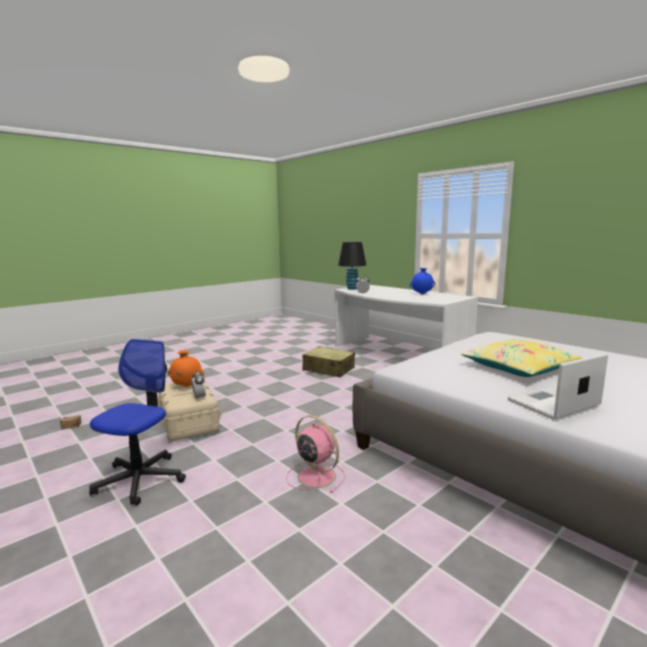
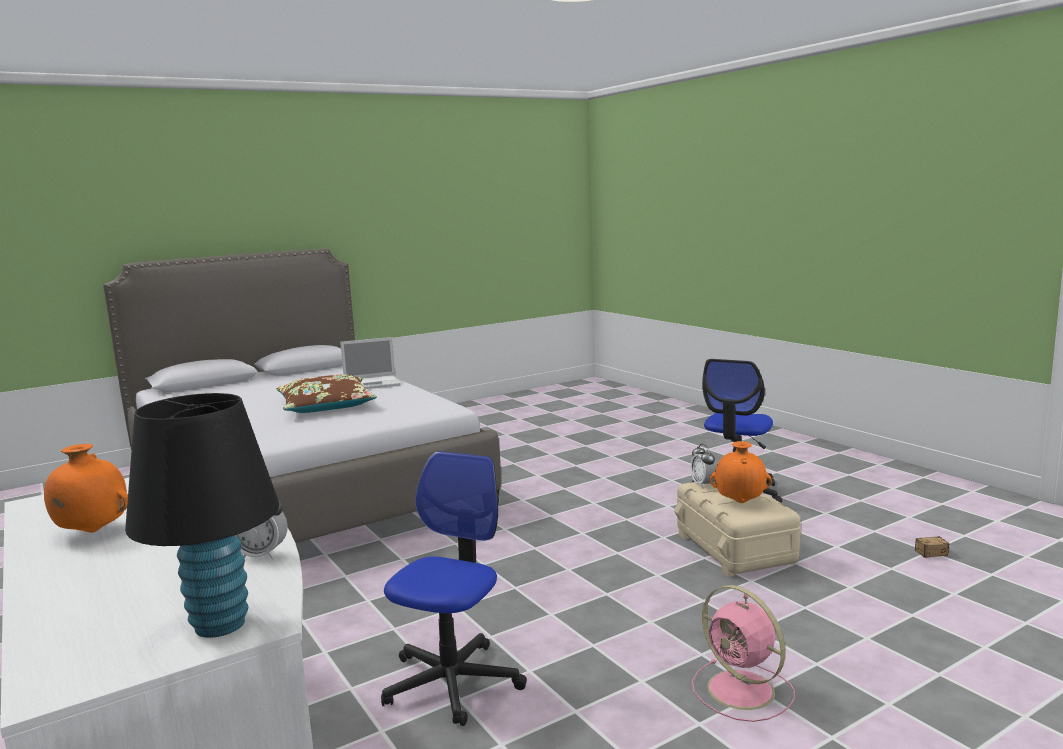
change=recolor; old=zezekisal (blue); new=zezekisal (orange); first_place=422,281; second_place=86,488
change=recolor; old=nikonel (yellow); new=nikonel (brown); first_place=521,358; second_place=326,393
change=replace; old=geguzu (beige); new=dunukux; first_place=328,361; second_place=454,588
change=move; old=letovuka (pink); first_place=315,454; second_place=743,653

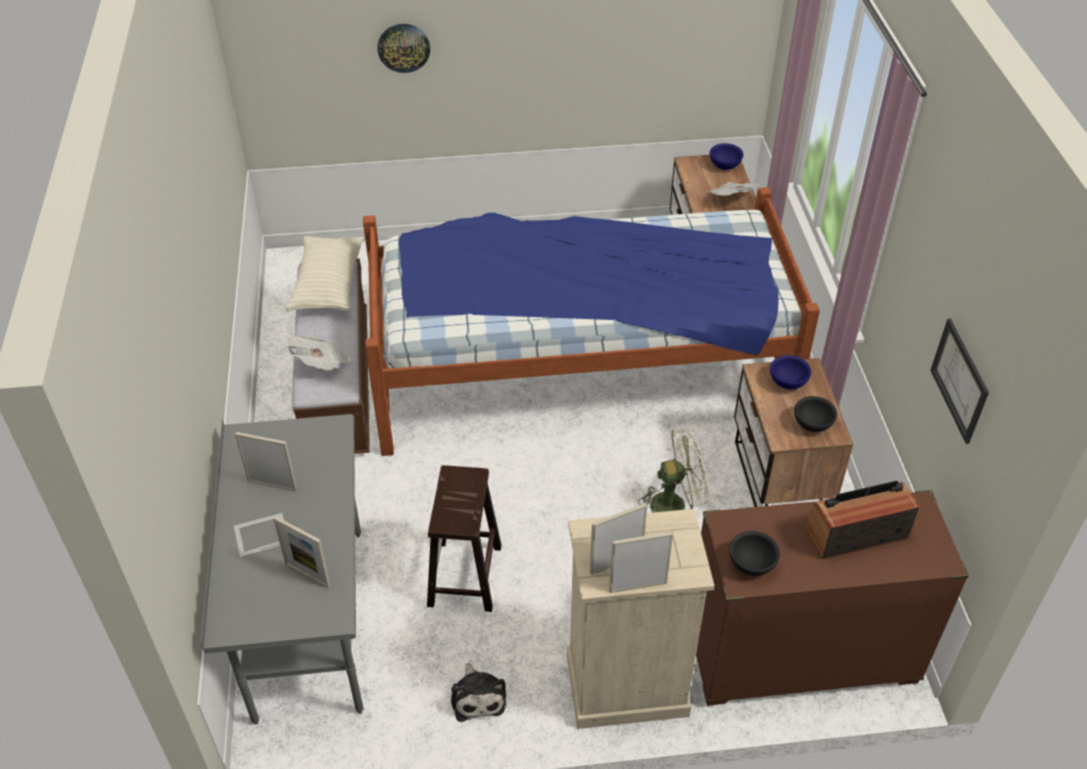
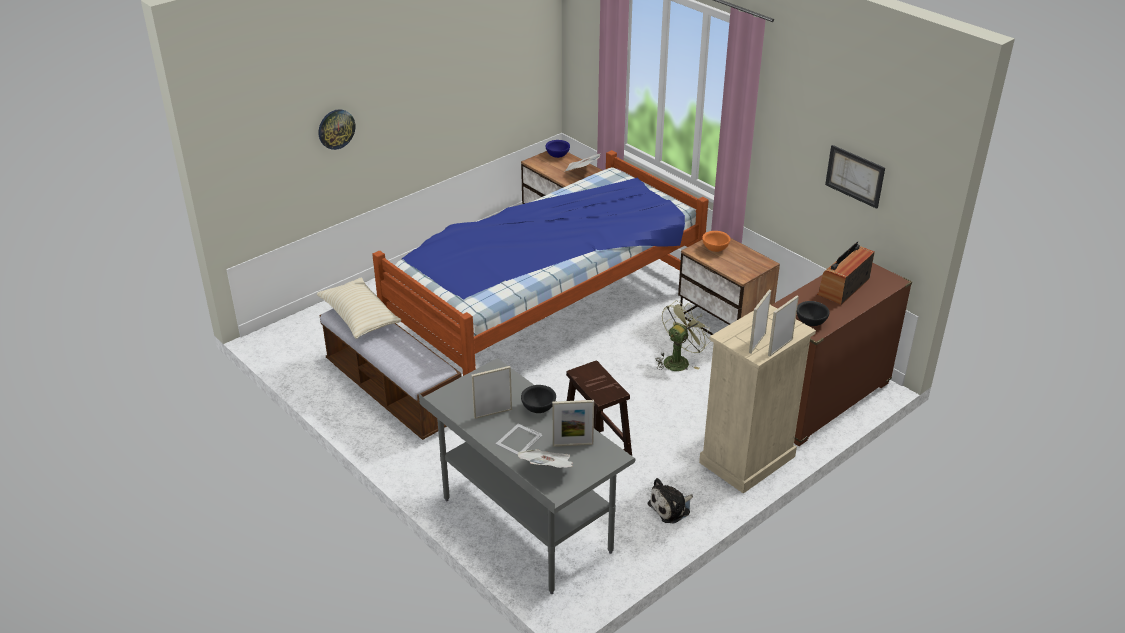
change=move; old=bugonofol; first_place=318,353; second_place=545,458
change=recolor; old=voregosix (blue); new=voregosix (orange); first_place=790,372; second_place=716,241
change=move; old=voregosix (black); first_place=815,414; second_place=538,399
change=rotate; old=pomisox; first_place=478,692; second_place=670,501; degrees=105

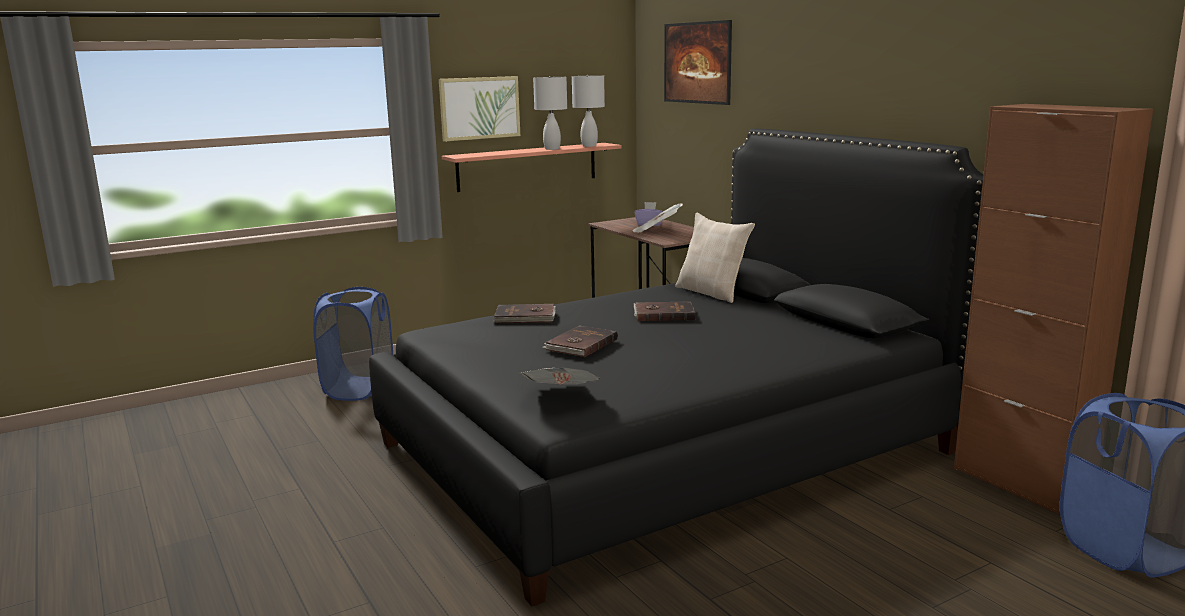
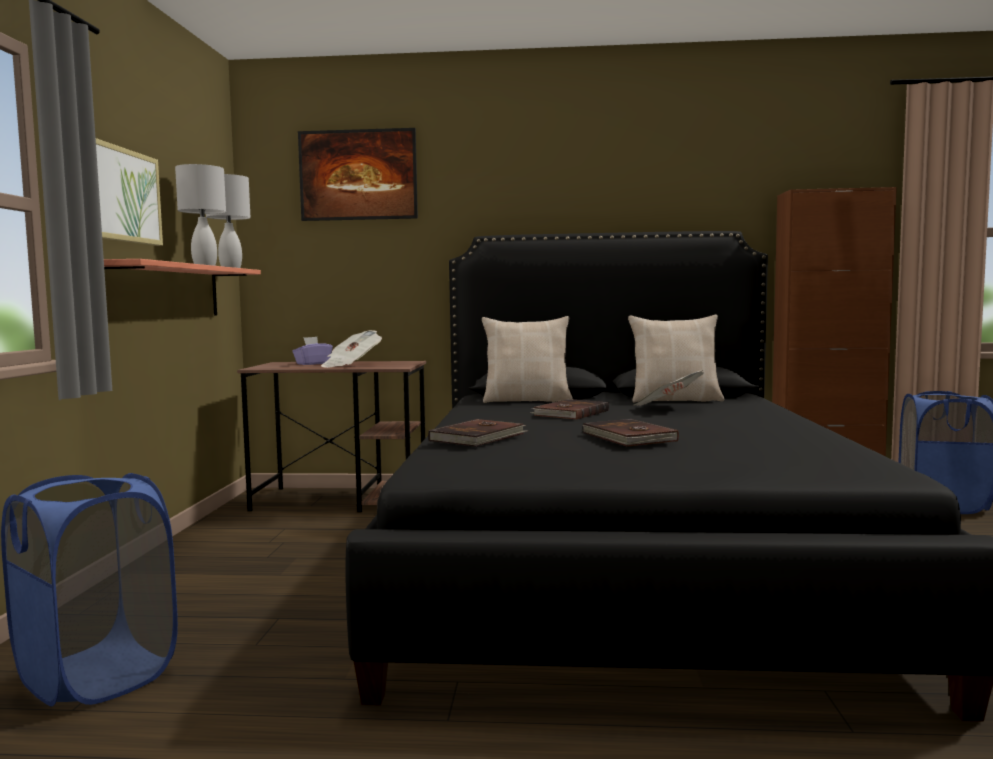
change=move; old=bugonofol; first_place=560,376; second_place=669,388
change=insert; new=nikonel (beige); second_place=676,358

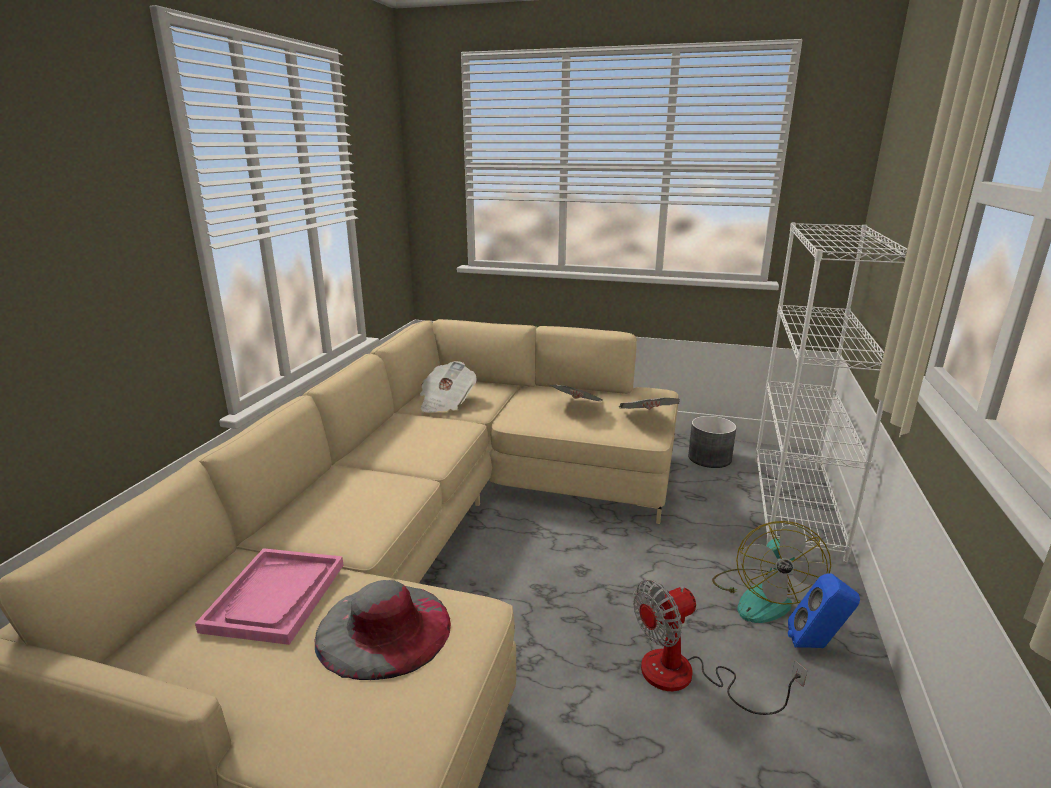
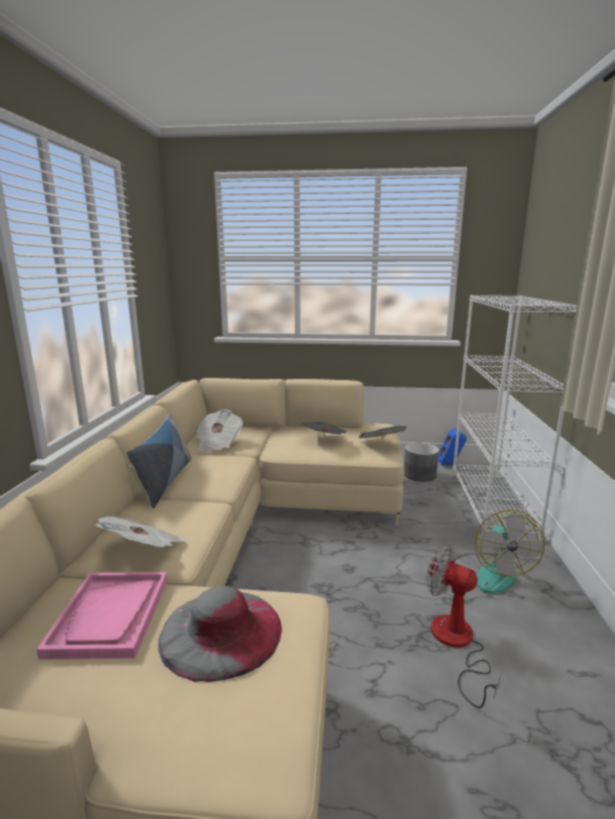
change=move; old=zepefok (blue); first_place=824,610; second_place=452,447
change=rotate; old=letovuka; first_place=720,647; second_place=463,626; degrees=75
change=insert; new=nikonel; second_place=159,461
change=insert; new=bugonofol; second_place=140,532

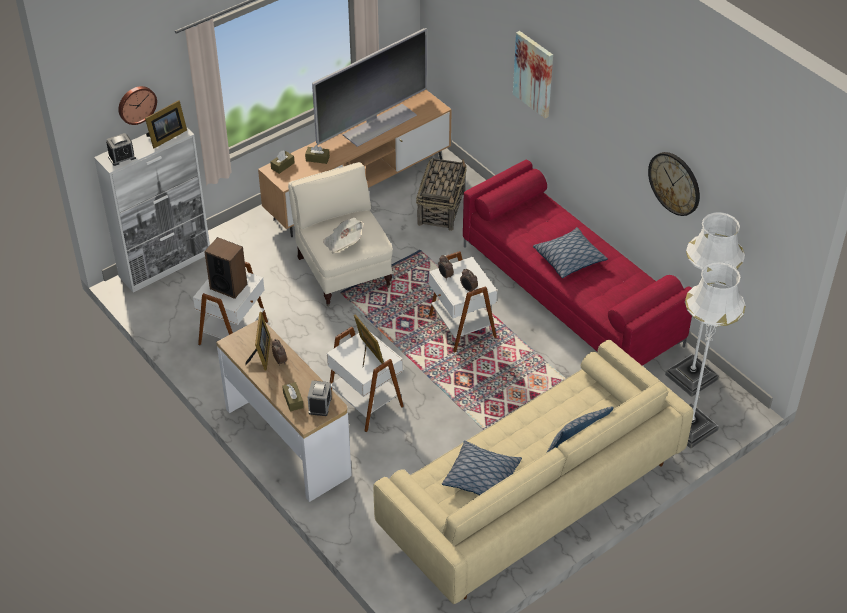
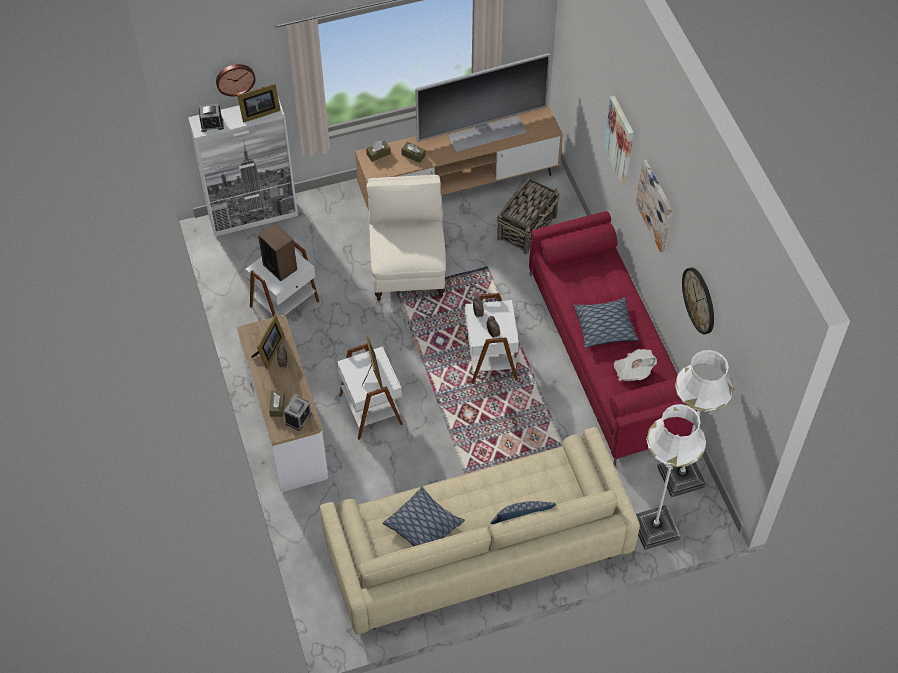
change=move; old=bugonofol; first_place=343,235; second_place=635,365
change=insert; new=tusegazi; second_place=654,206

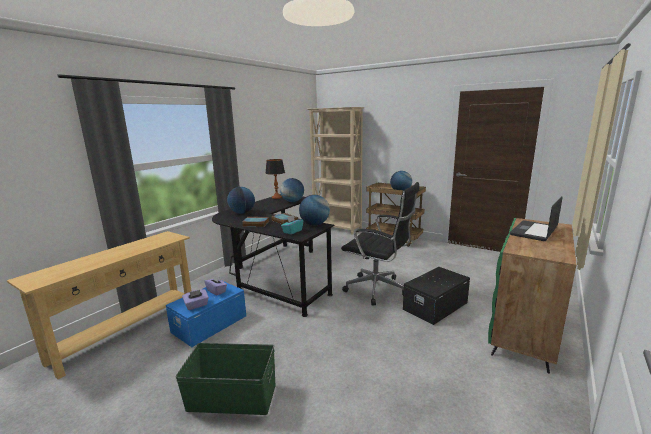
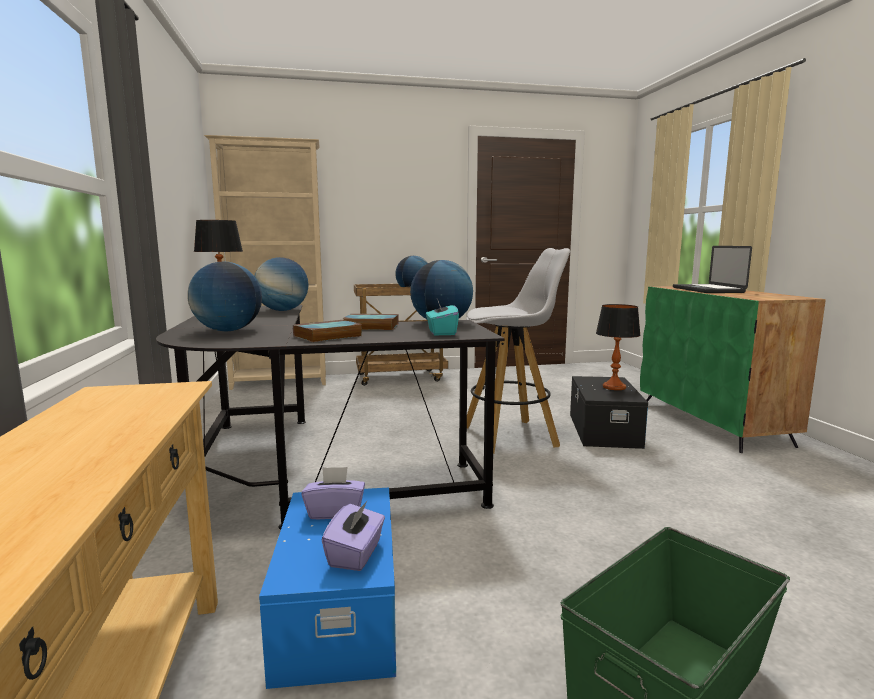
change=replace; old=dunukux (black); new=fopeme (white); first_place=380,244; second_place=518,351
change=insert; new=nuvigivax; second_place=618,347

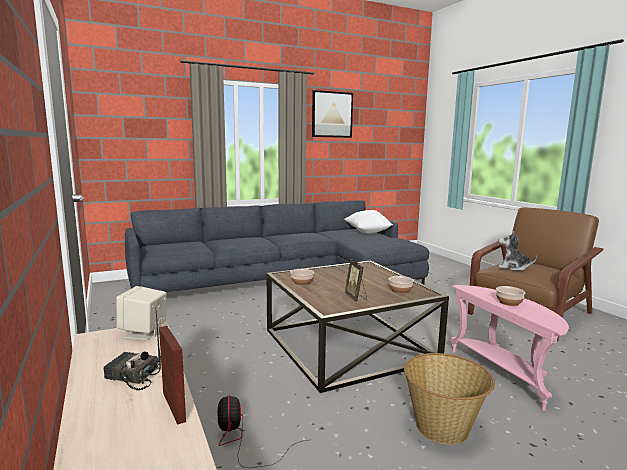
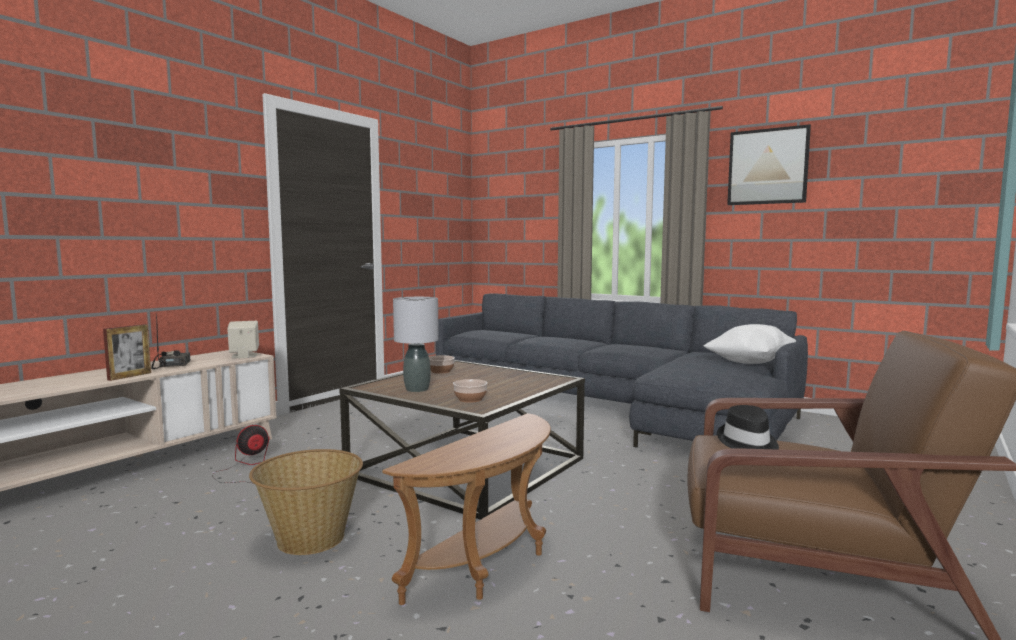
change=replace; old=pomisox; new=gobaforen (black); first_place=517,251; second_place=748,427
change=replace; old=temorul; new=nuvigivax (grey); first_place=356,280; second_place=416,344
change=recolor; old=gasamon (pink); new=gasamon (brown); first_place=509,348; second_place=466,509
change=delete; old=voregosix; first_place=510,296

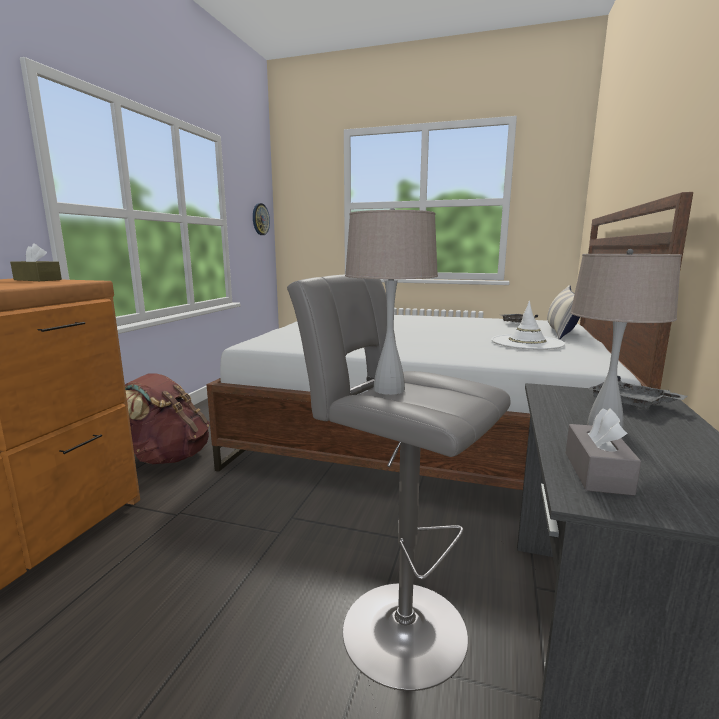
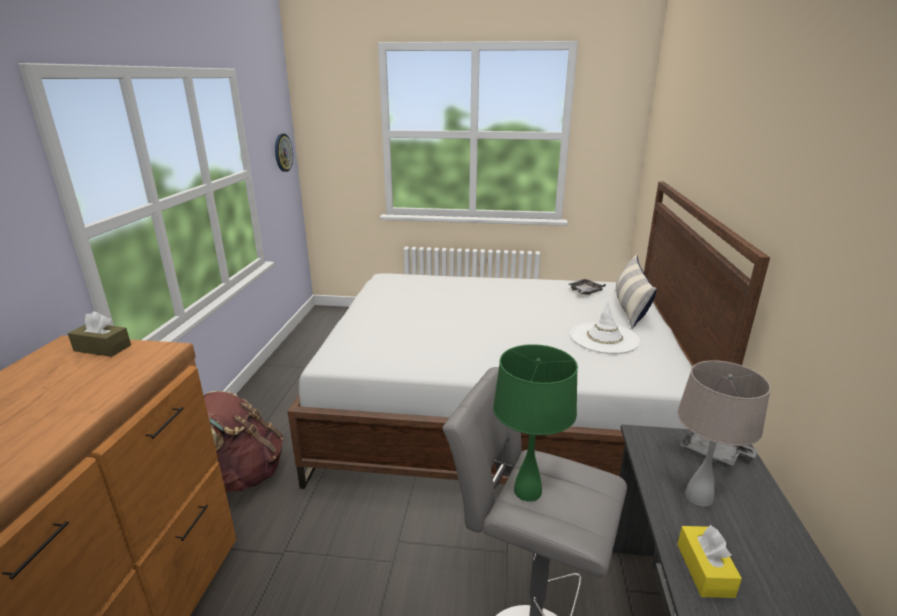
change=recolor; old=nuvigivax (beige); new=nuvigivax (green); first_place=391,301; second_place=535,423
change=recolor; old=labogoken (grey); new=labogoken (yellow); first_place=603,452; second_place=709,561

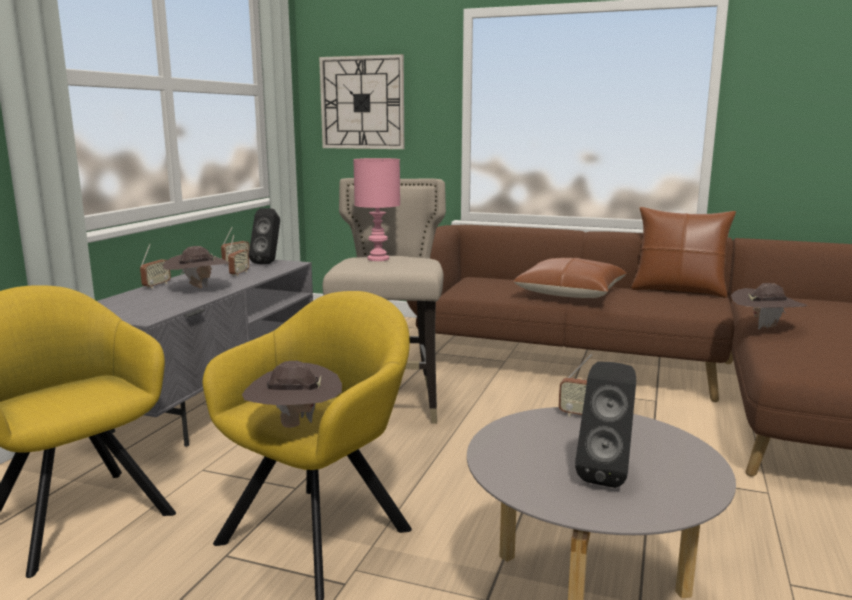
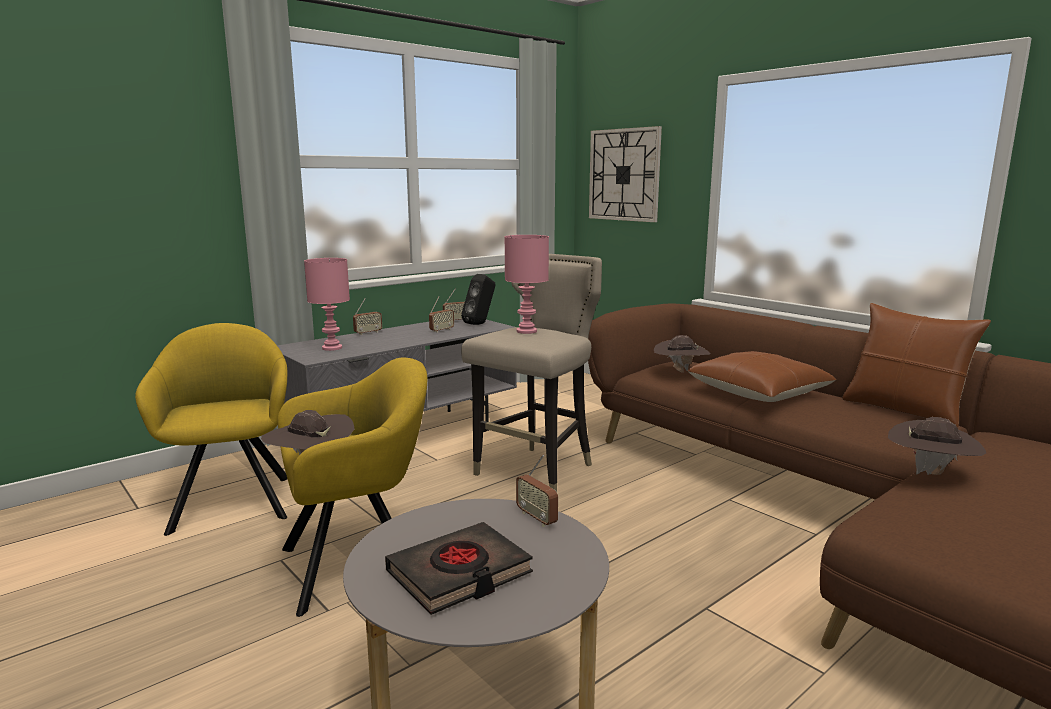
change=move; old=gobaforen (brown); first_place=196,267; second_place=682,354
change=replace; old=zepefok (black); new=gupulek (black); first_place=605,425; second_place=459,568
change=insert; new=nuvigivax (pink); second_place=327,304

